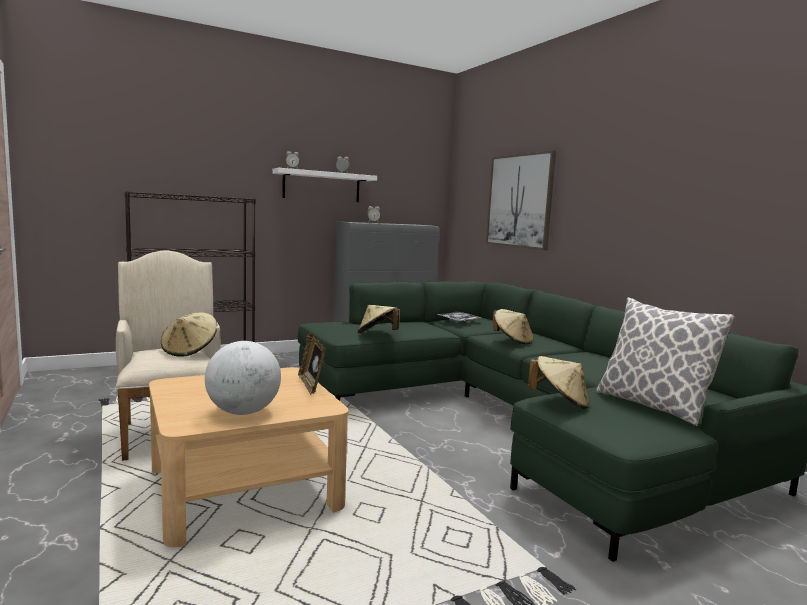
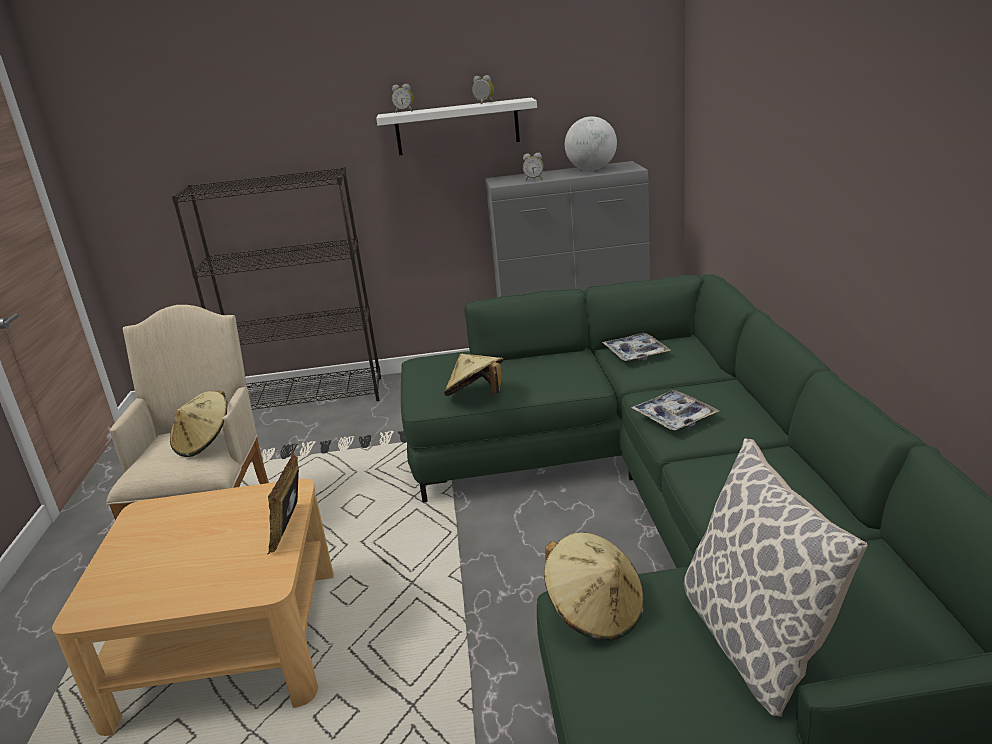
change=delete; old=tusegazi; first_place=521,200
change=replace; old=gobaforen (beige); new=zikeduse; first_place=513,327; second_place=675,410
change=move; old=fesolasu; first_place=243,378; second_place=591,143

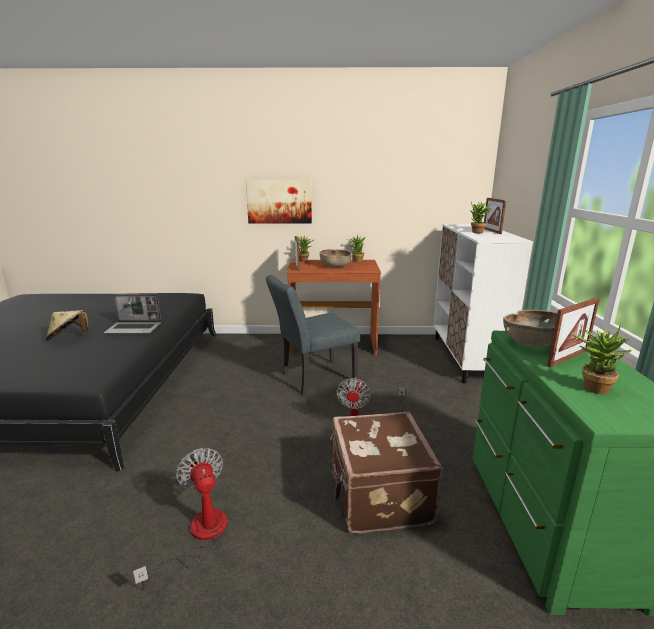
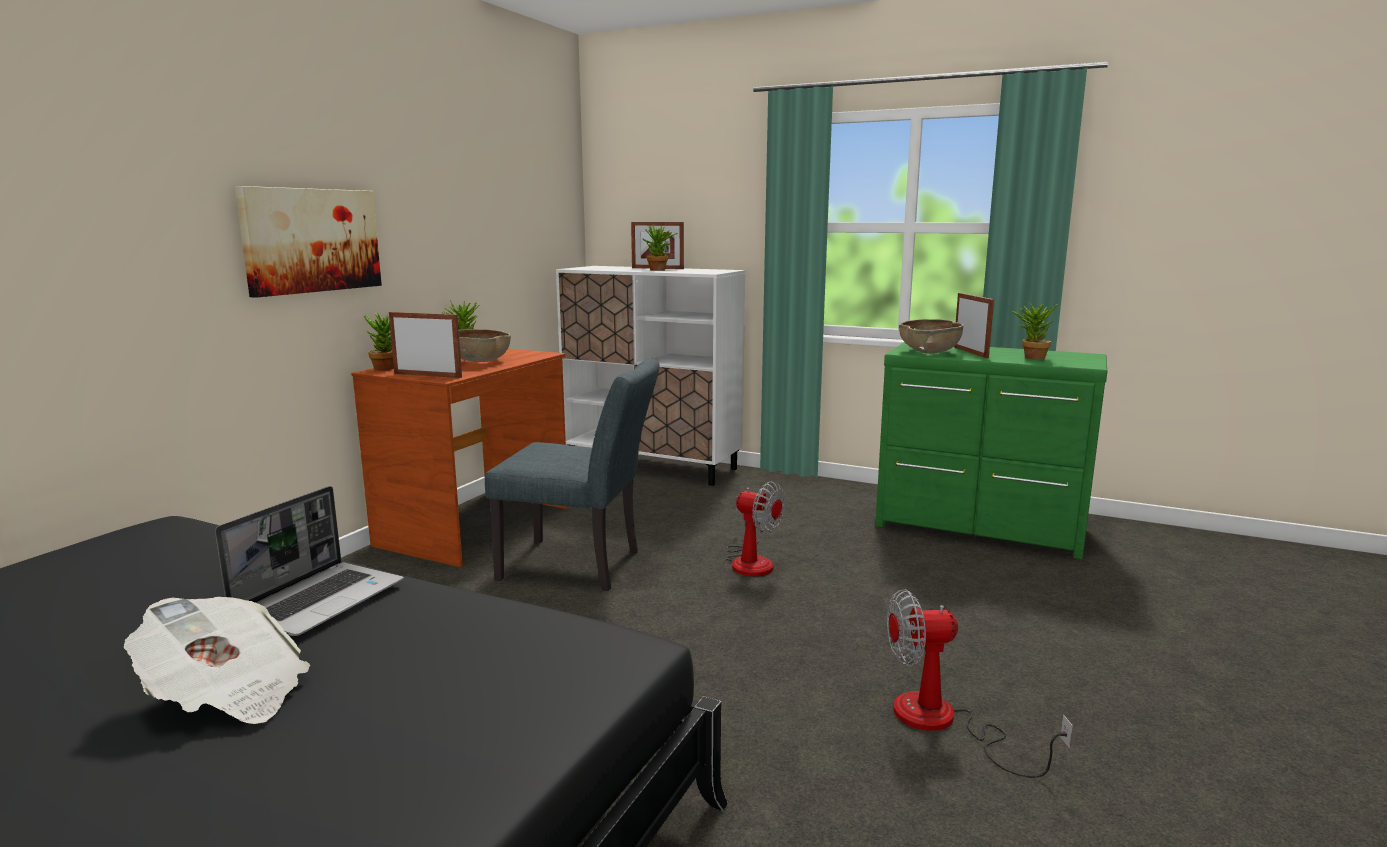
change=rotate; old=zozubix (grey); first_place=313,335; second_place=572,474; degrees=-75
change=replace; old=gobaforen (beige); new=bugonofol; first_place=67,325; second_place=217,660
change=delete; old=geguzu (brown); first_place=386,472

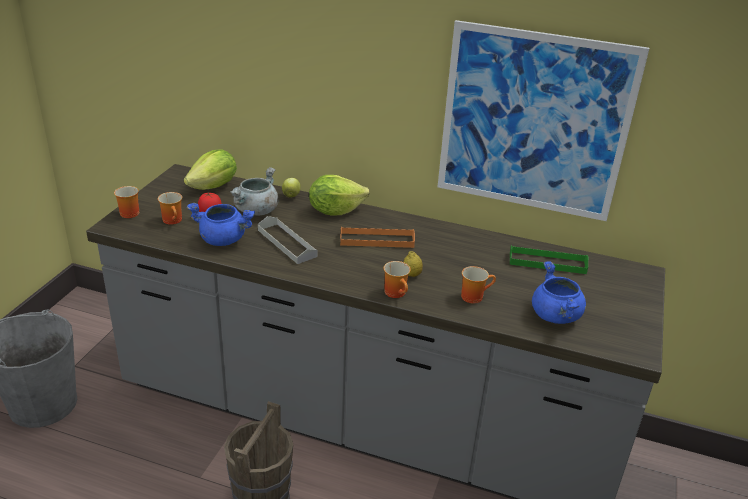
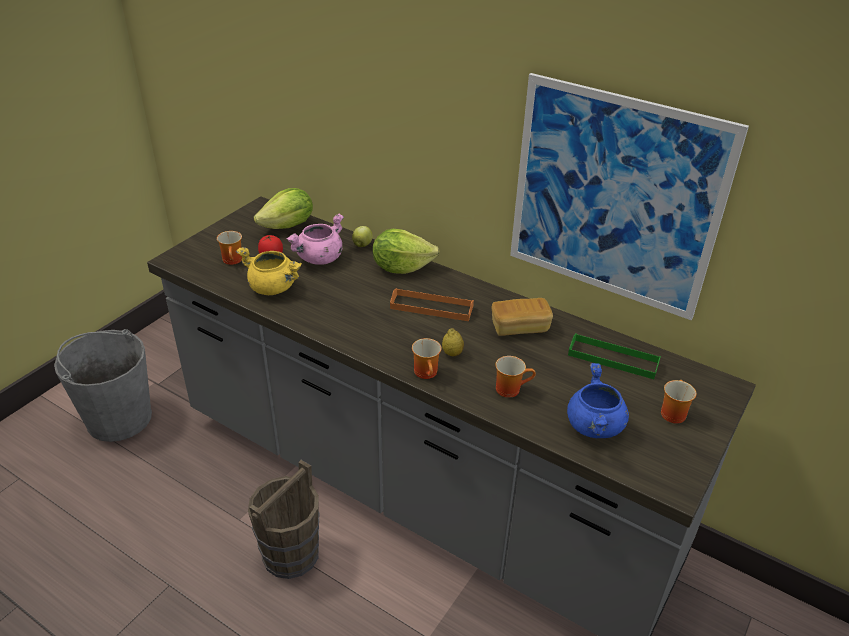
change=recolor; old=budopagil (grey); new=budopagil (pink); first_place=254,191; second_place=315,239
change=move; old=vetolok; first_place=126,202; second_place=679,402
change=recolor; old=budopagil (blue); new=budopagil (yellow); first_place=221,224; second_place=269,271
change=delete; old=zikeduse (grey); first_place=288,240
change=insert; new=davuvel; second_place=522,317

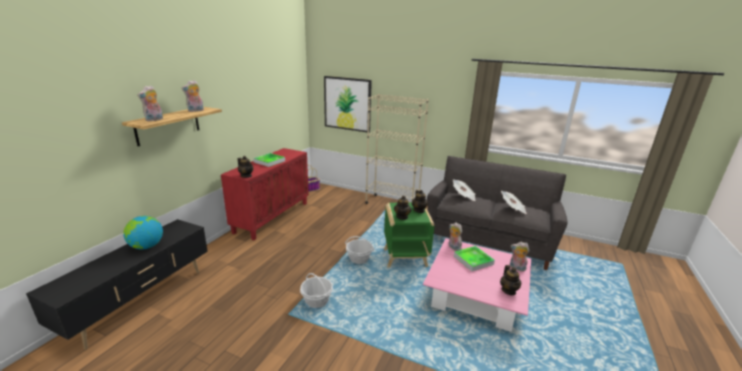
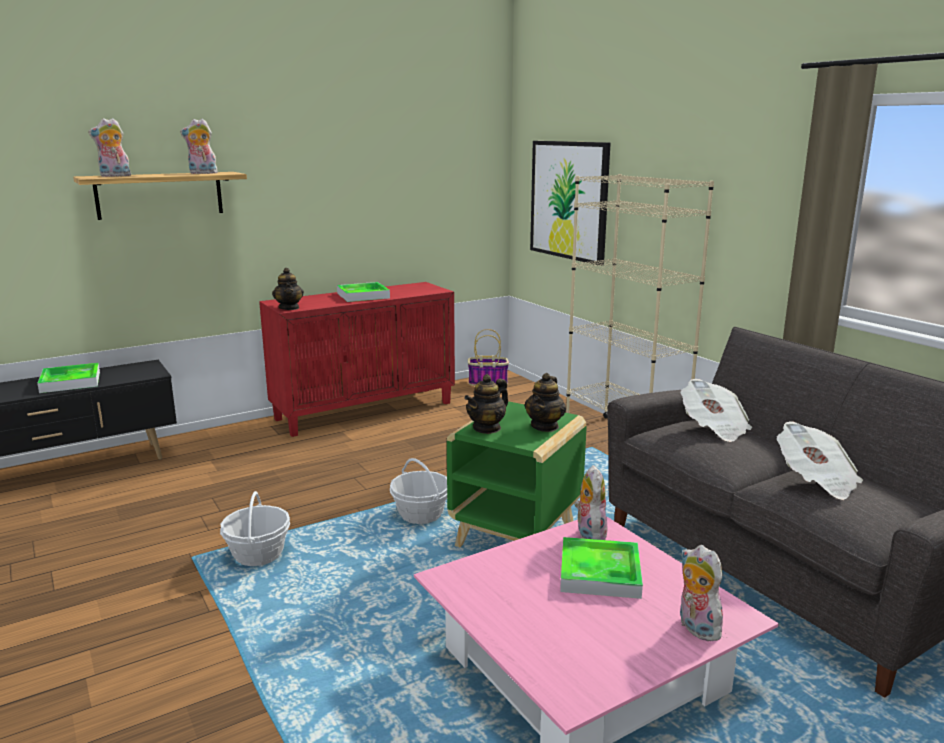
change=replace; old=fesolasu; new=zikeduse; first_place=143,232; second_place=68,378
change=delete; old=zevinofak; first_place=510,280

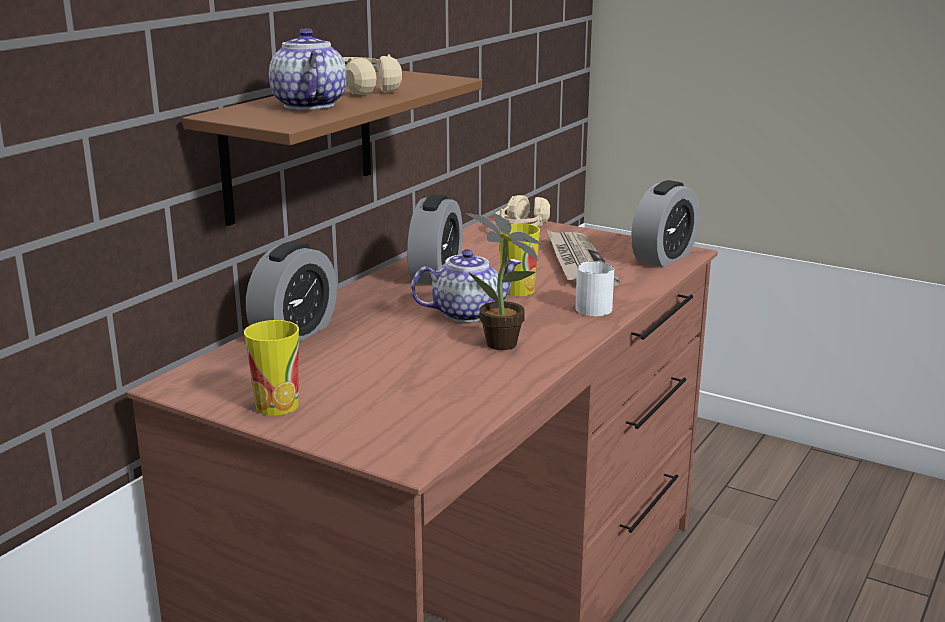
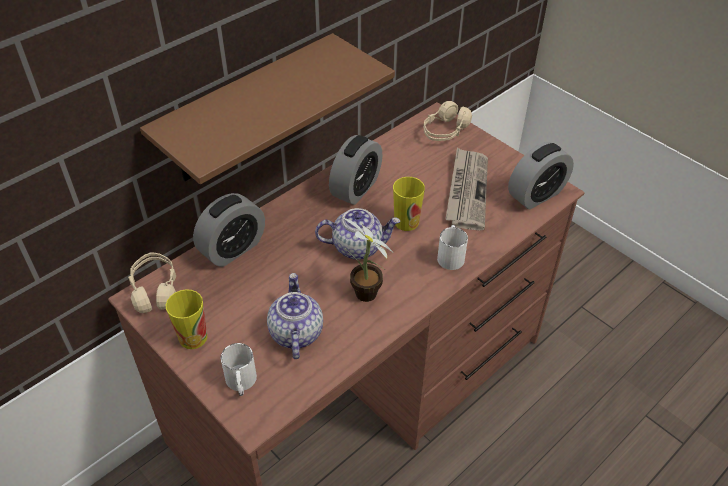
change=move; old=zevinofak; first_place=308,69; second_place=295,316
change=move; old=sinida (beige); first_place=372,74; second_place=152,282
change=insert; new=vetolok (white); second_place=239,369

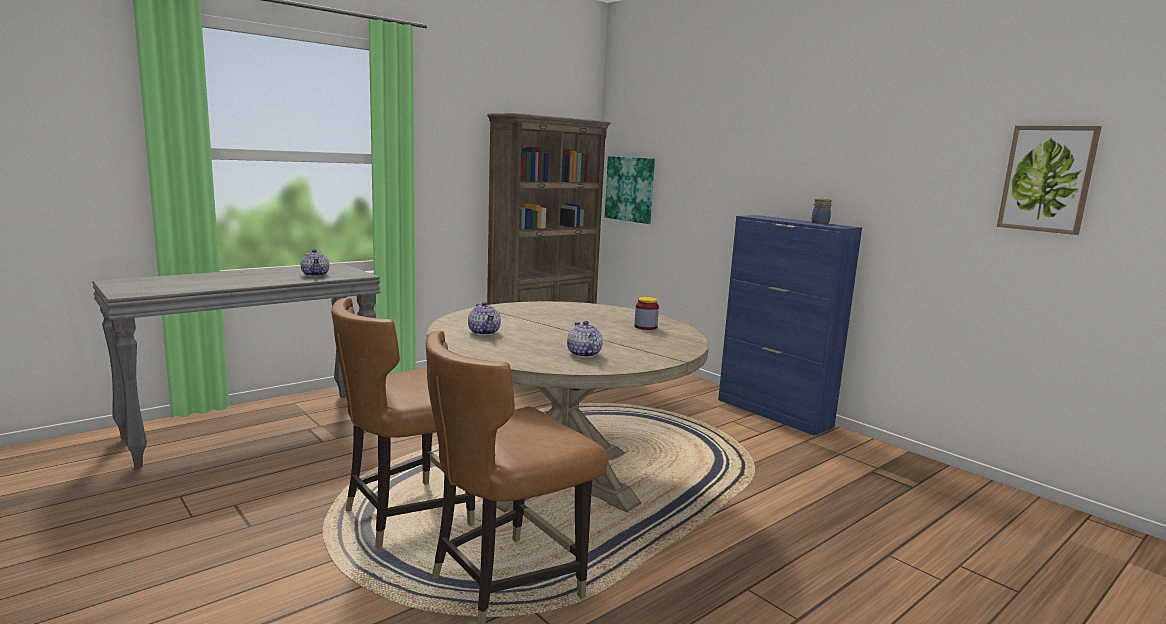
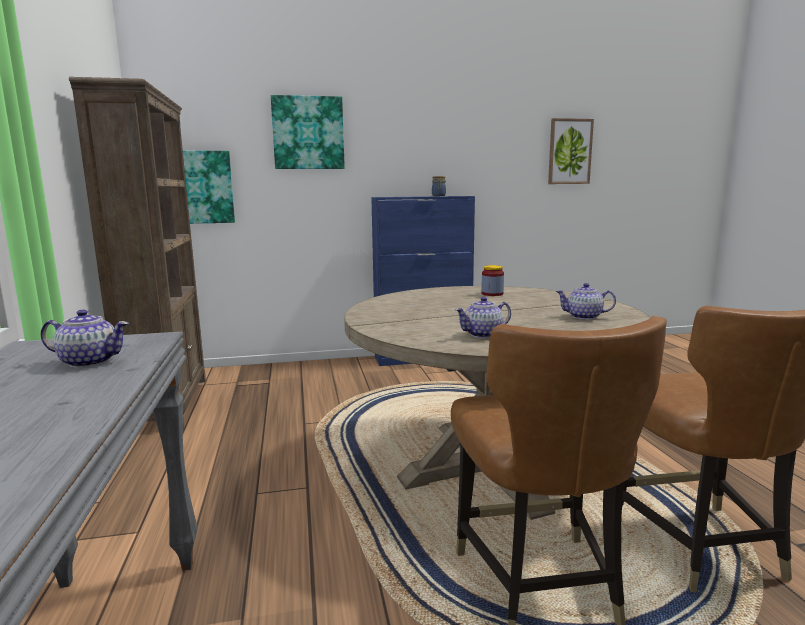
change=rotate; old=zevinofak; first_place=484,318; second_place=483,317; degrees=150
change=insert; new=tusegazi; second_place=308,132

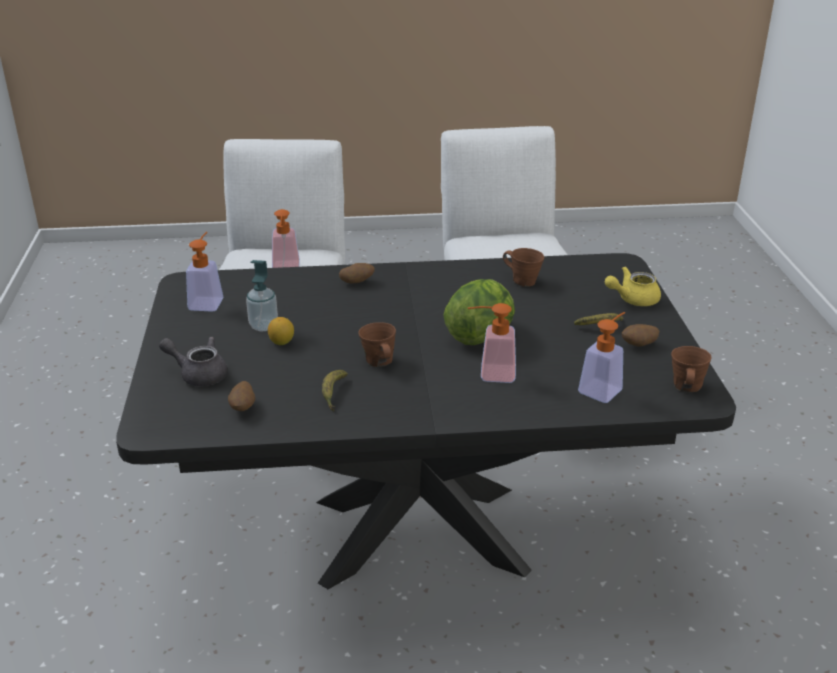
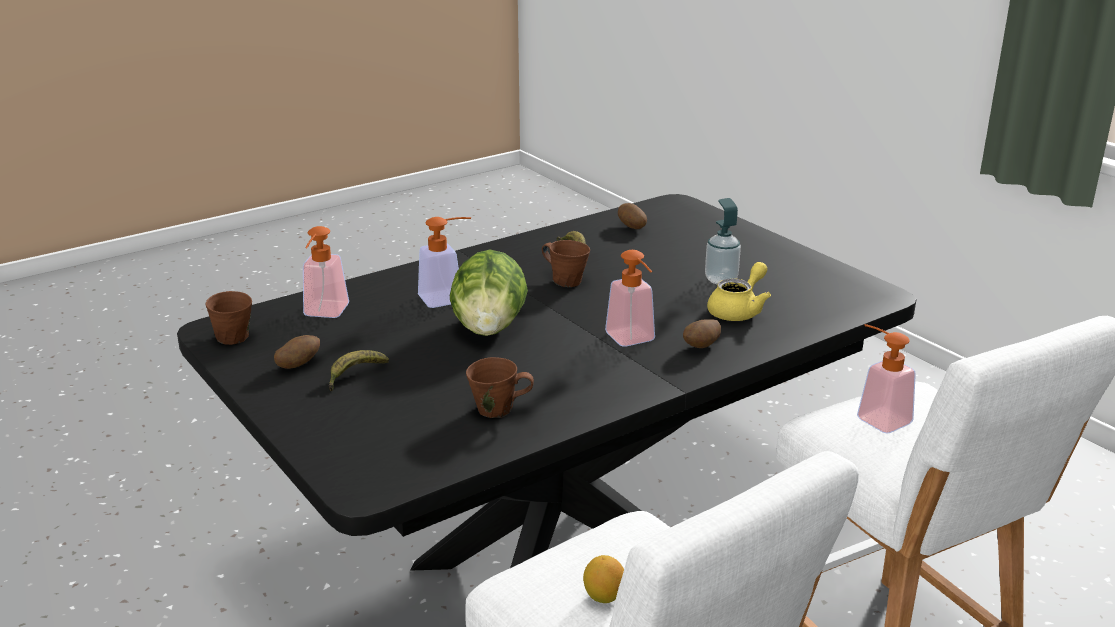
change=move; old=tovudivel; first_place=205,272; second_place=630,298
change=move; old=zevinofak (yellow); first_place=633,286; second_place=739,291
change=move; old=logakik; first_place=281,331; second_place=603,579
change=delete; old=zevinofak (grey); first_place=193,361

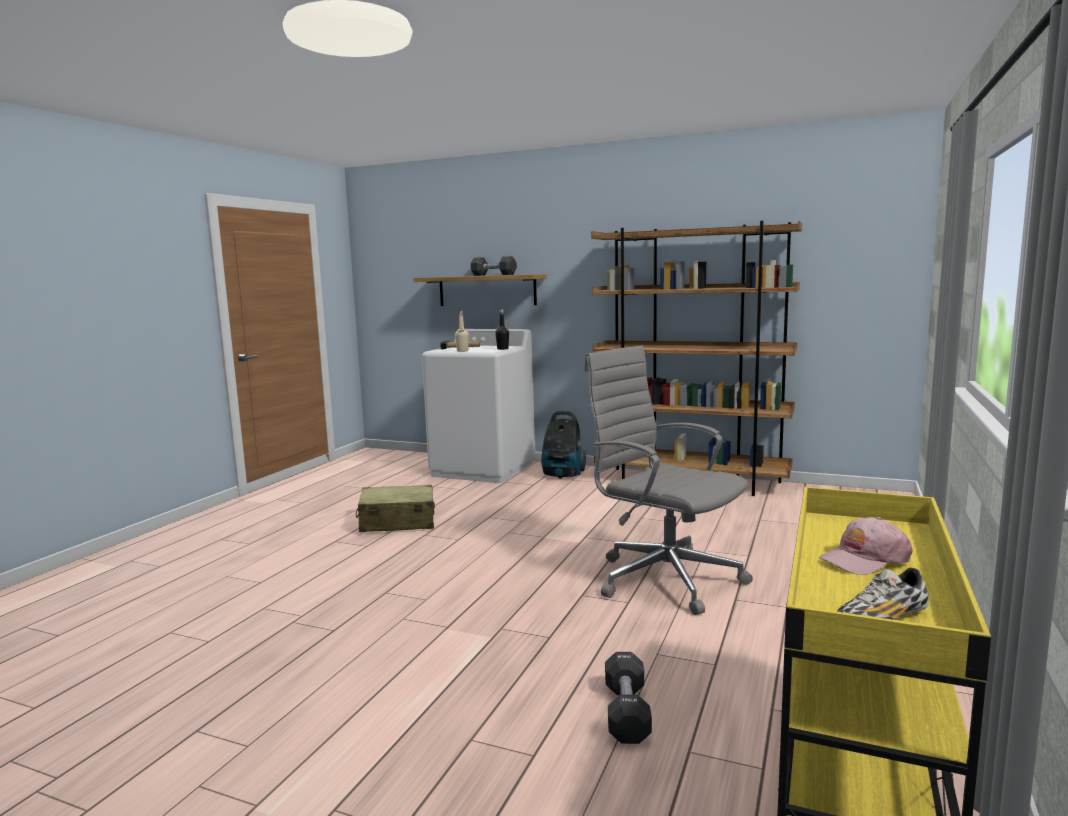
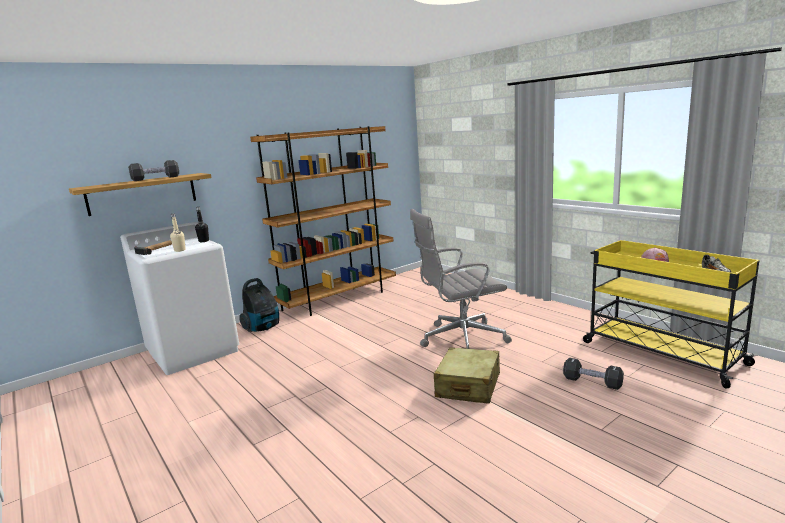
change=move; old=geguzu (beige); first_place=395,508; second_place=467,375

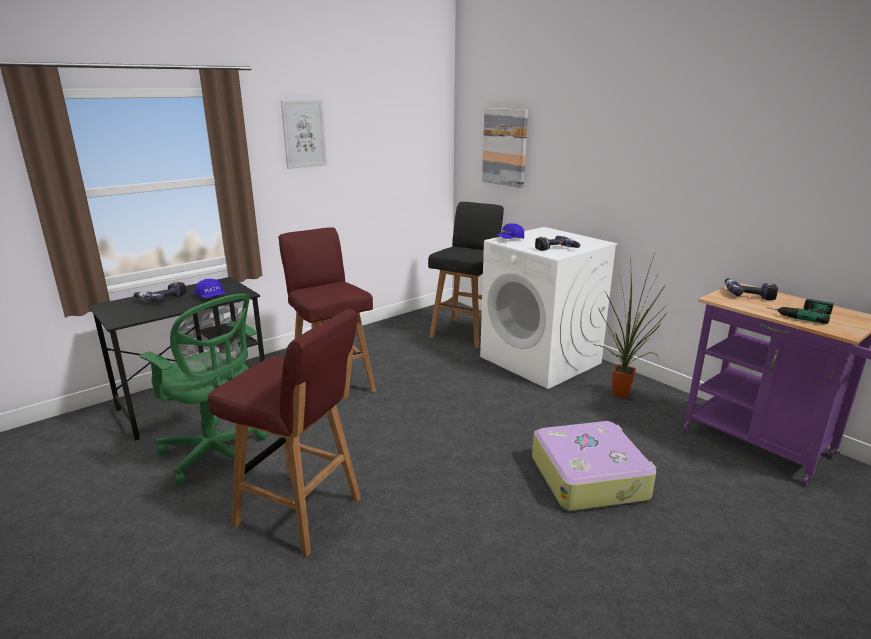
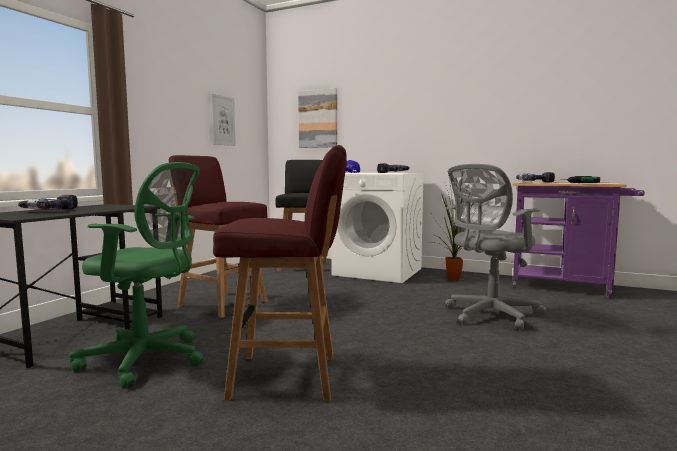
change=move; old=tusegazi; first_place=304,134; second_place=223,119
change=delete; old=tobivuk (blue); first_place=210,289
change=replace; old=geguzu; new=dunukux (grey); first_place=594,466; second_place=495,247

